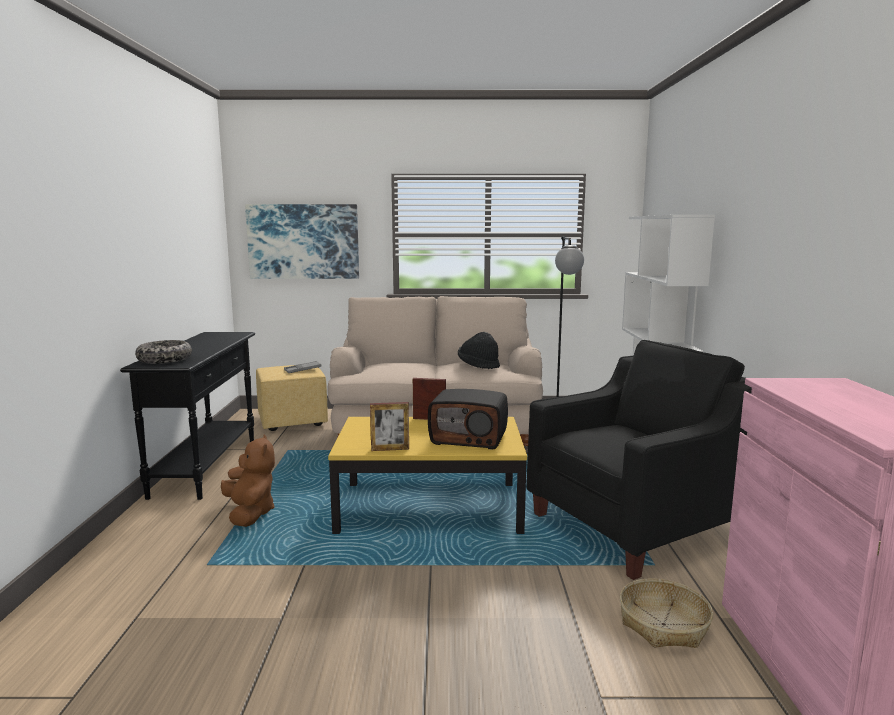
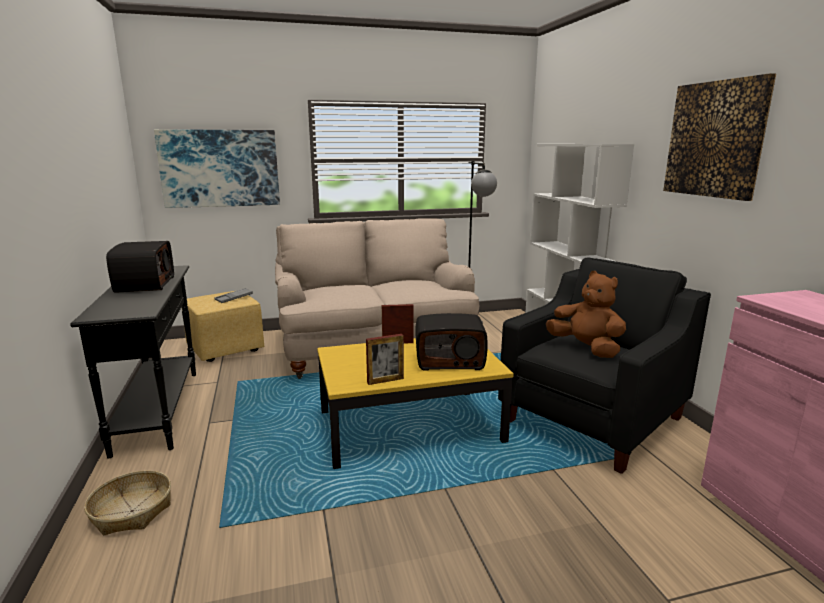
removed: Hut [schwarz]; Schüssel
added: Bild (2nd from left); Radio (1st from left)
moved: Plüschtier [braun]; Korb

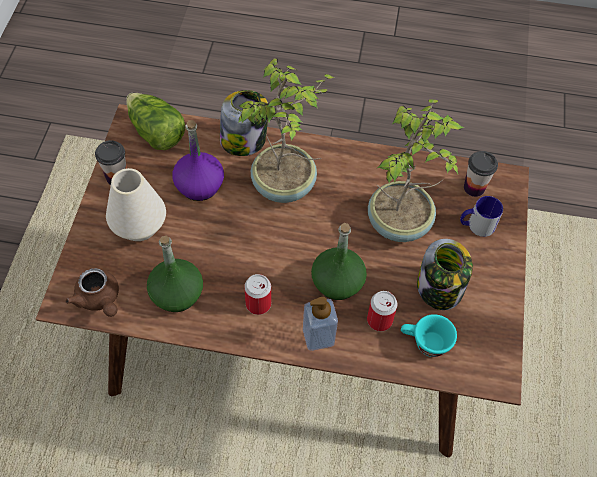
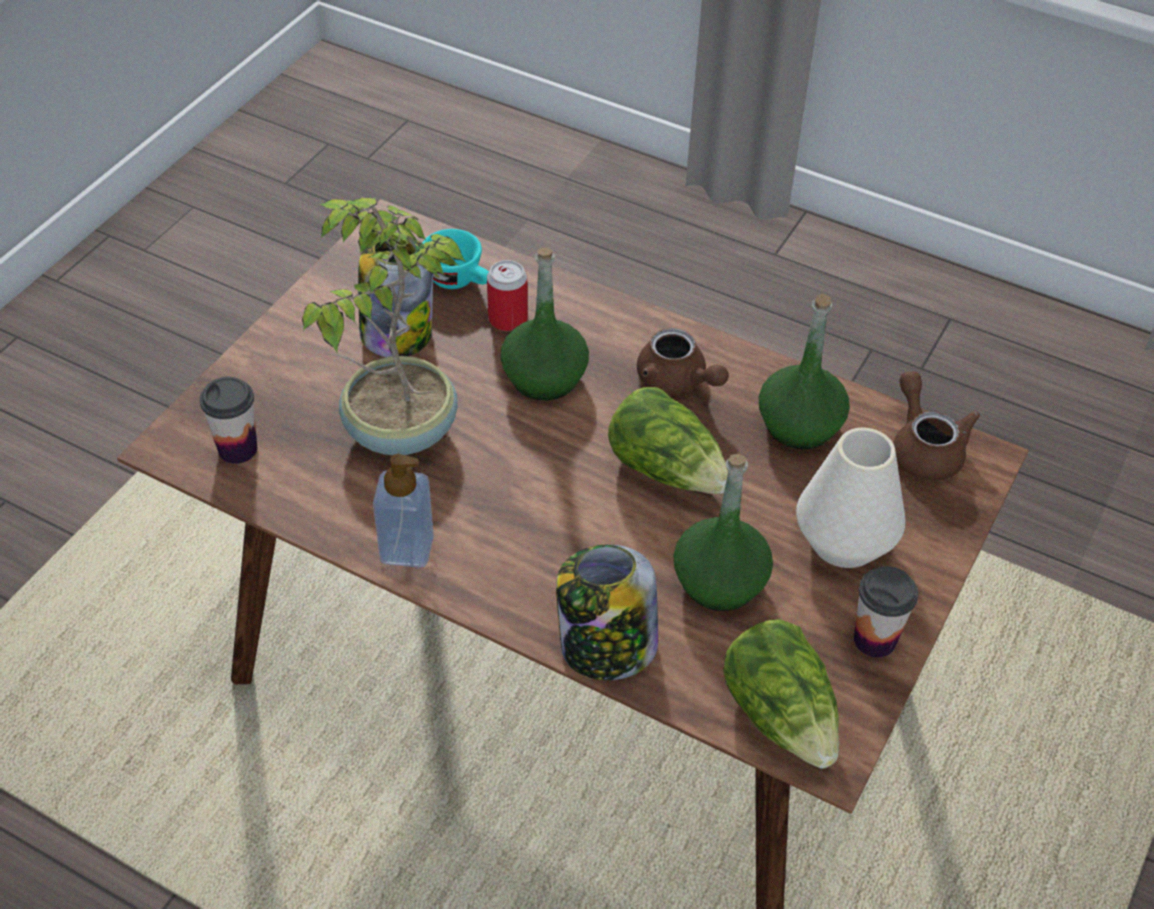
removed: Topfpflanze (1st from left); Henkelbecher
added: Salatkopf (1st from left)
moved: Seifenspender
replaced: Dose (1st from left) to Teekanne [braun] (1st from left)
recoloured: Flasche [lila] to Flasche [grün] (2nd from left)

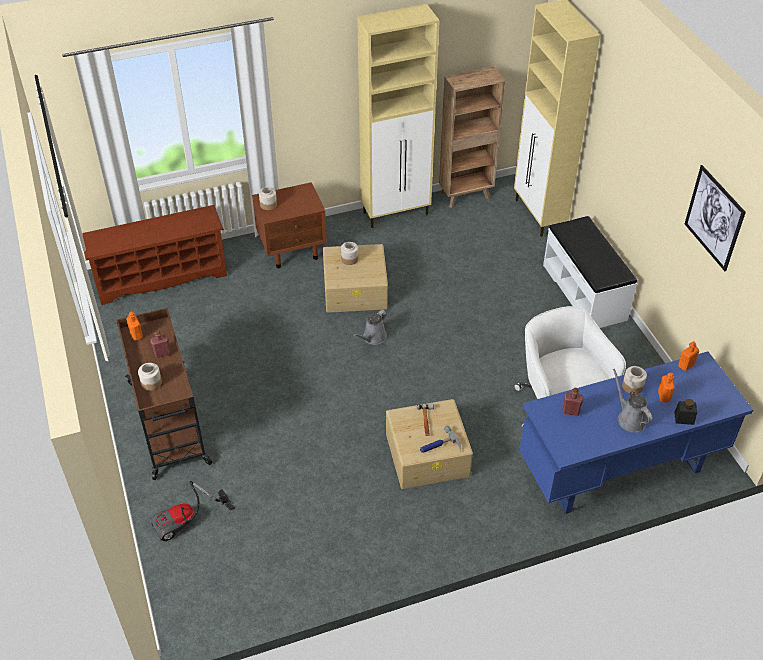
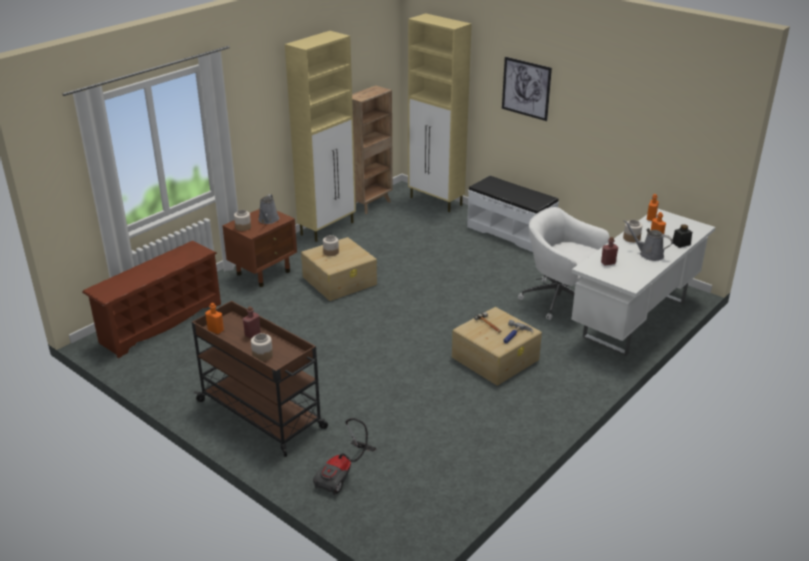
moved: Bild; Gießkanne [grau] (1st from left)
recoloured: Schreibtisch [blau] to Schreibtisch [weiß]

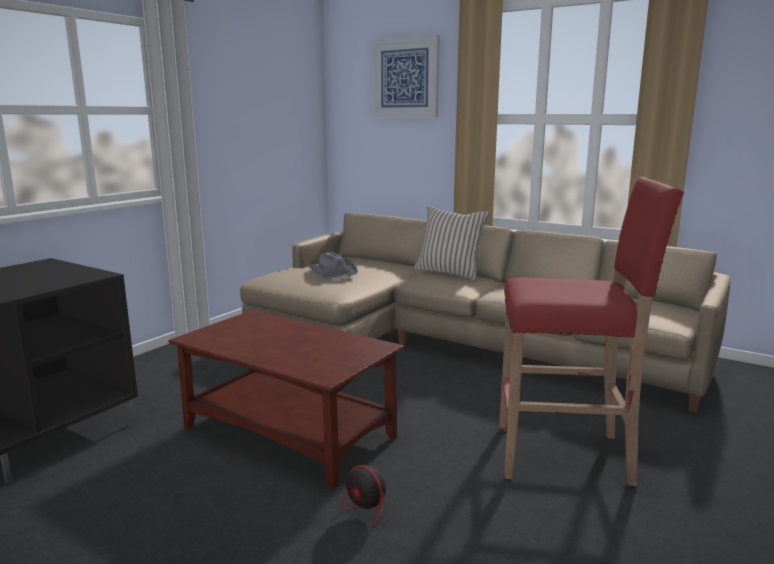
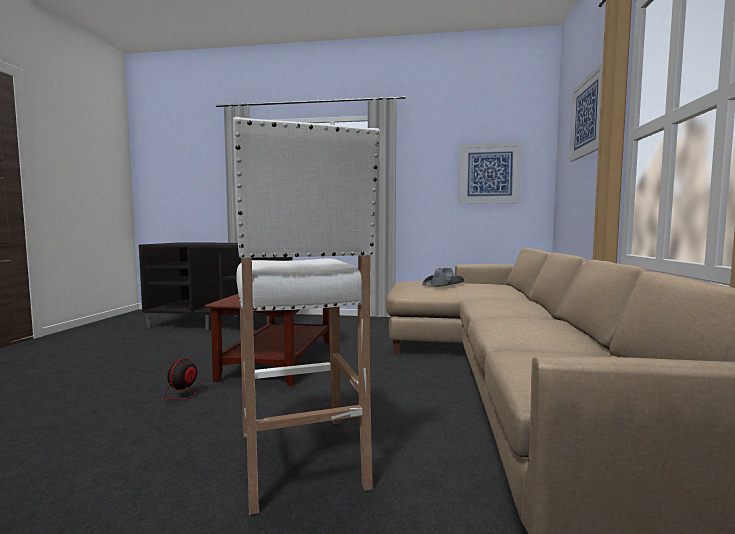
removed: Kissen [beige]
added: Bild (1st from left)
recoloured: Hocker [rot] to Hocker [weiß]

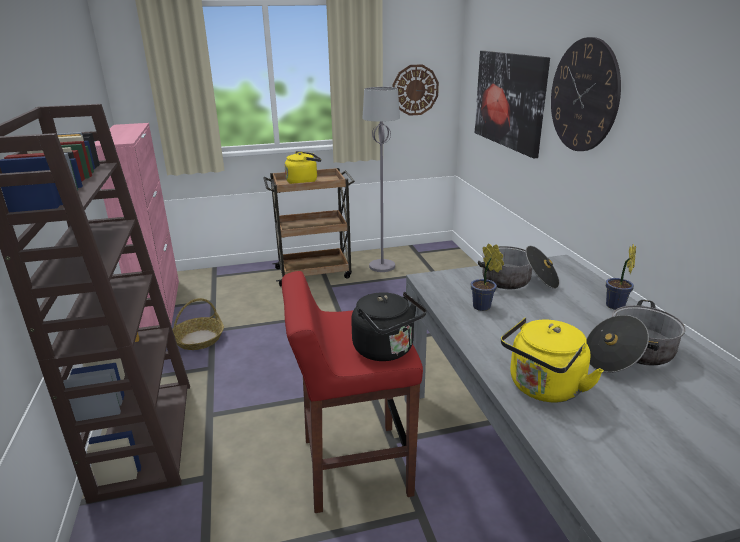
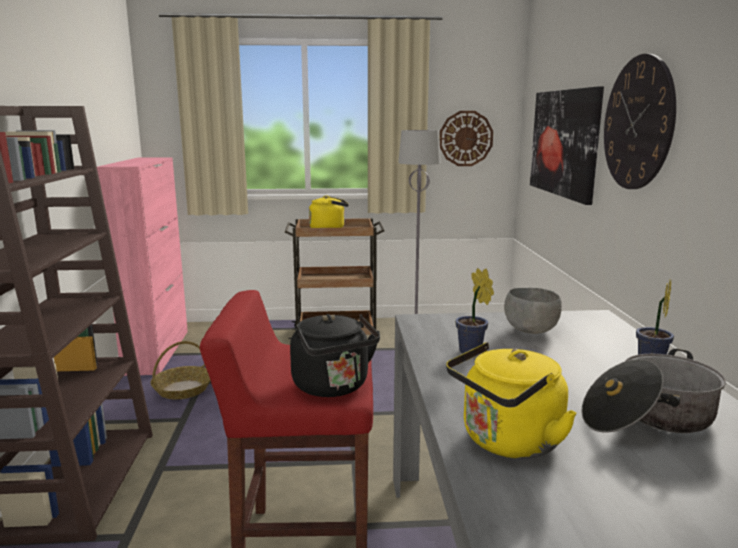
replaced: Kochtopf (1st from left) to Schüssel [grau]

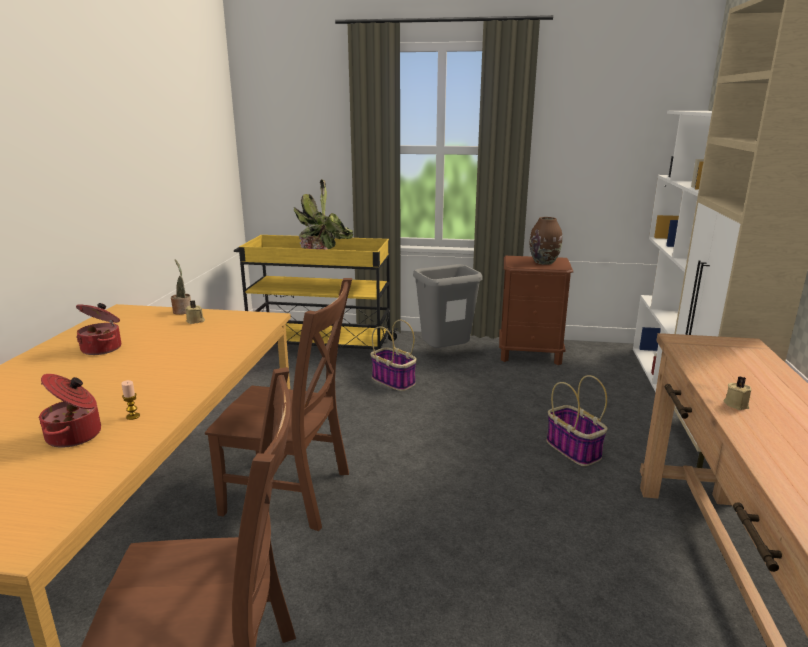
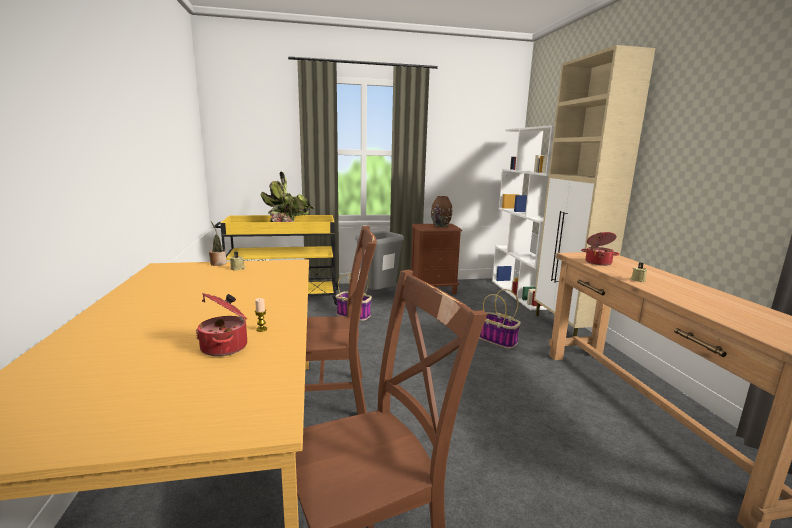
moved: Kochtopf (2nd from left)

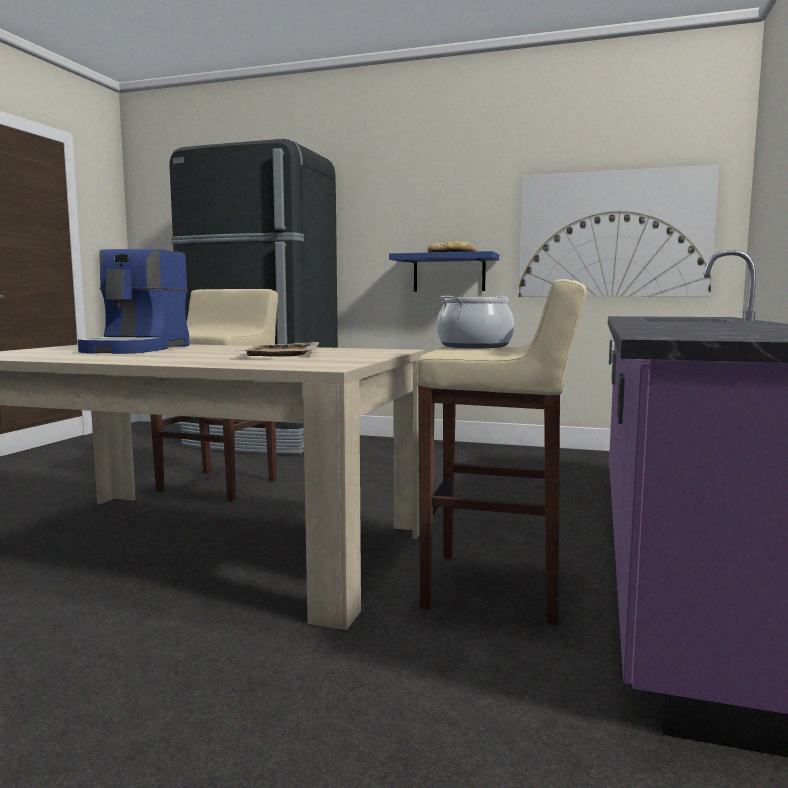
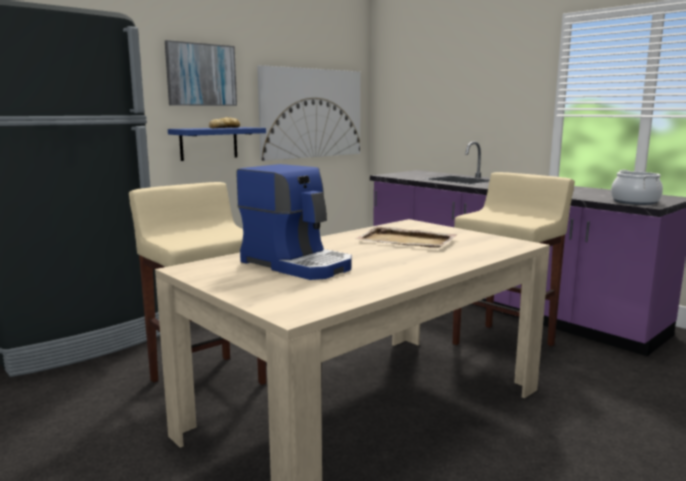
added: Bild (1st from left)
moved: Kochtopf

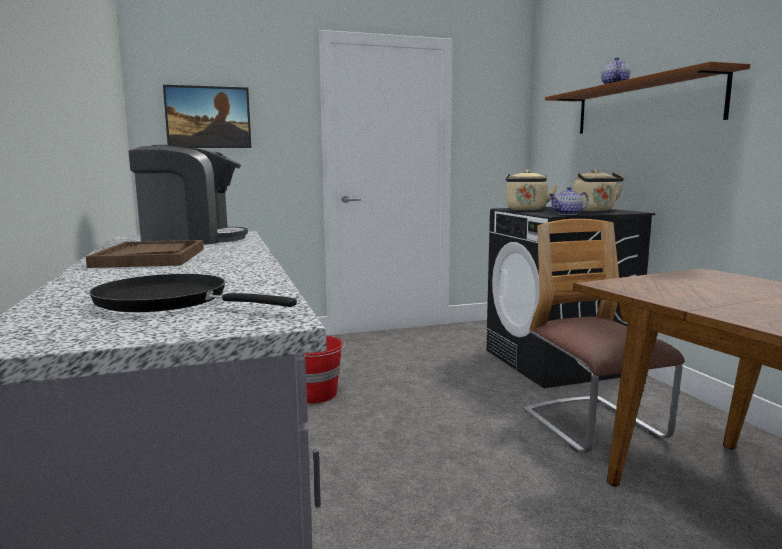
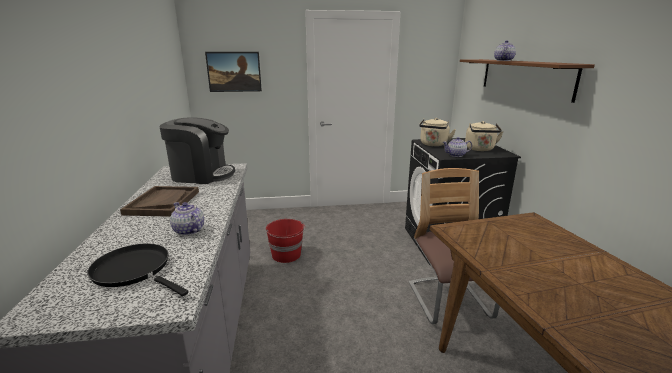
added: Teekanne (1st from left)

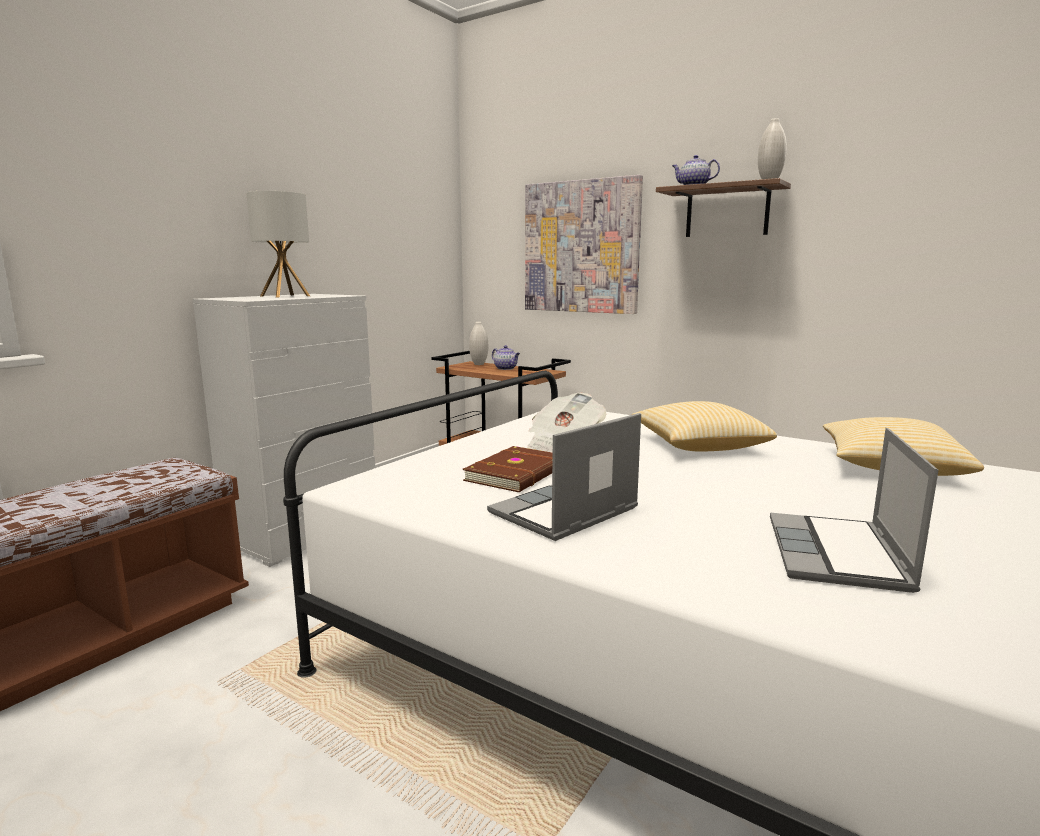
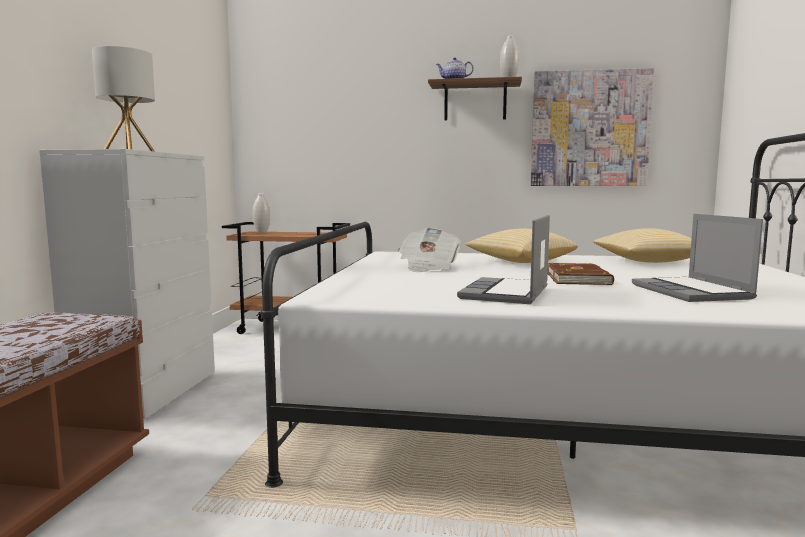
removed: Teekanne (1st from left)
moved: Bild; Buch [braun]

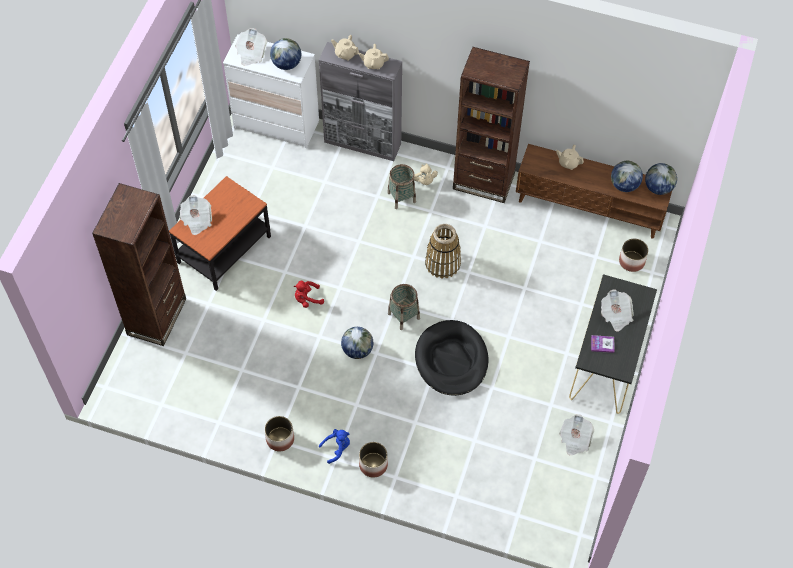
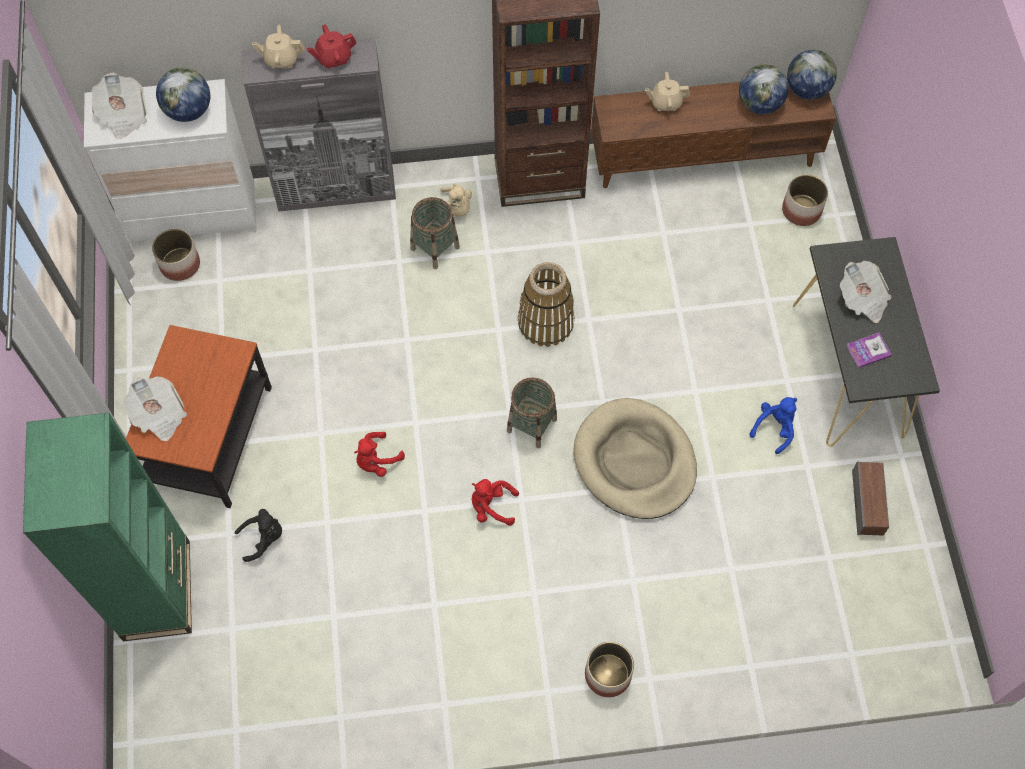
added: Plüschtier [schwarz]
moved: Pflanzkübel (1st from left); Plüschtier [blau]
replaced: Globus (2nd from left) to Plüschtier [rot] (2nd from left); Zeitung (3rd from left) to Lautsprecher
recoloured: Teekanne [beige] (2nd from left) to Teekanne [rot]; Bücherregal [braun] (1st from left) to Bücherregal [grün]; Hundebett [schwarz] to Hundebett [beige]

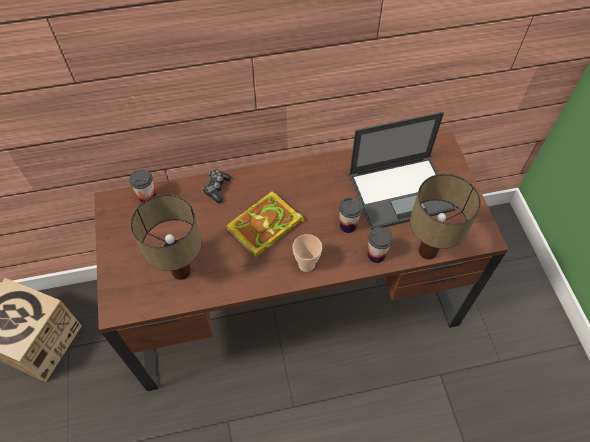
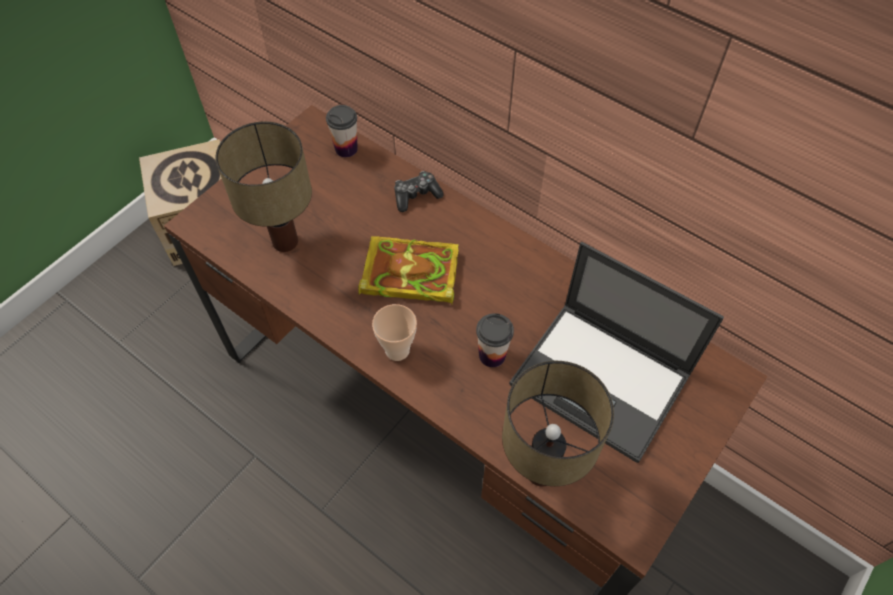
removed: Tasse (4th from left)

